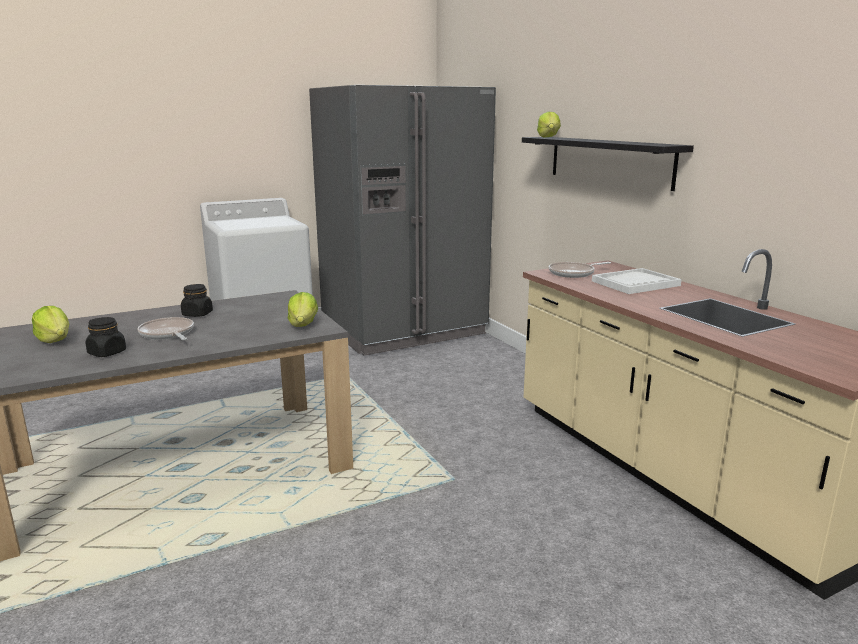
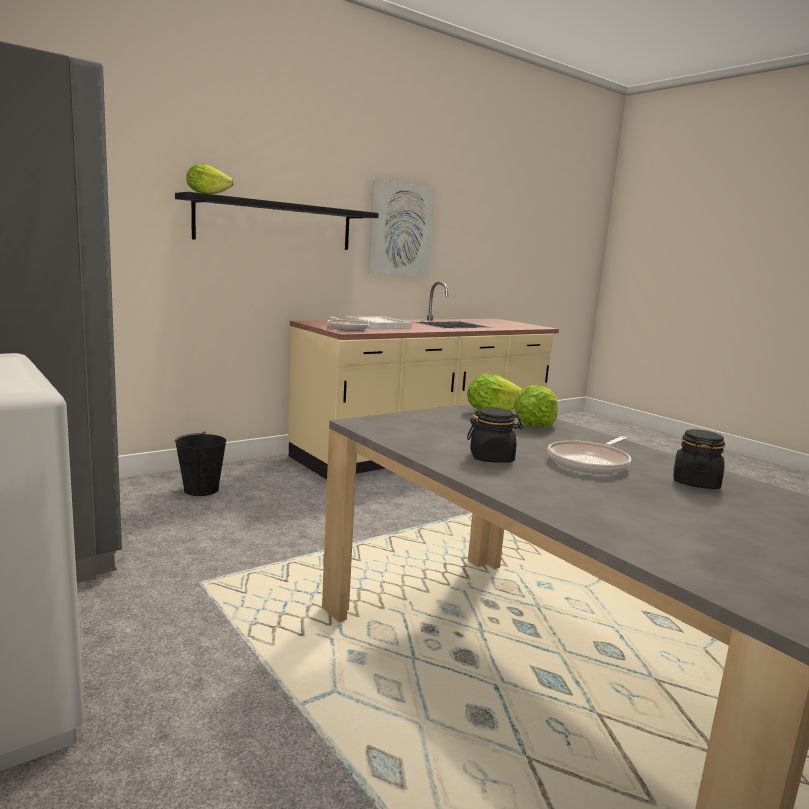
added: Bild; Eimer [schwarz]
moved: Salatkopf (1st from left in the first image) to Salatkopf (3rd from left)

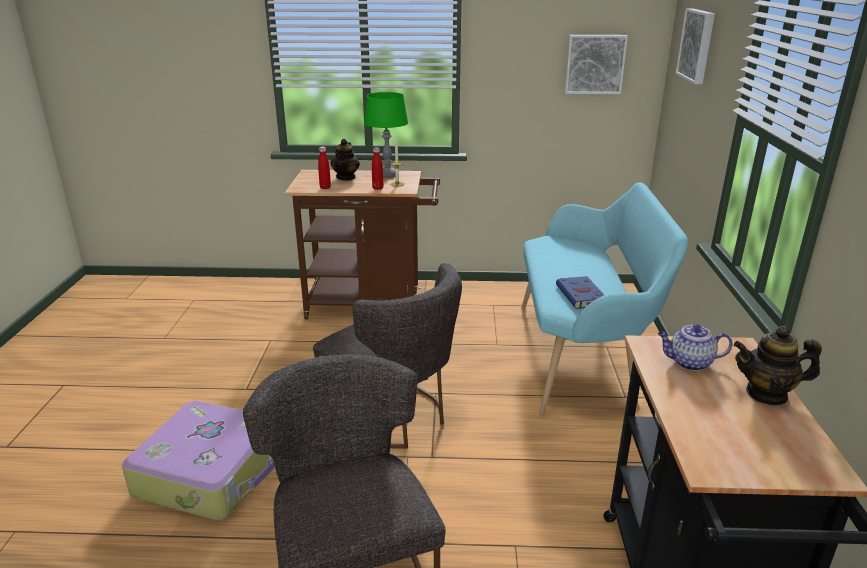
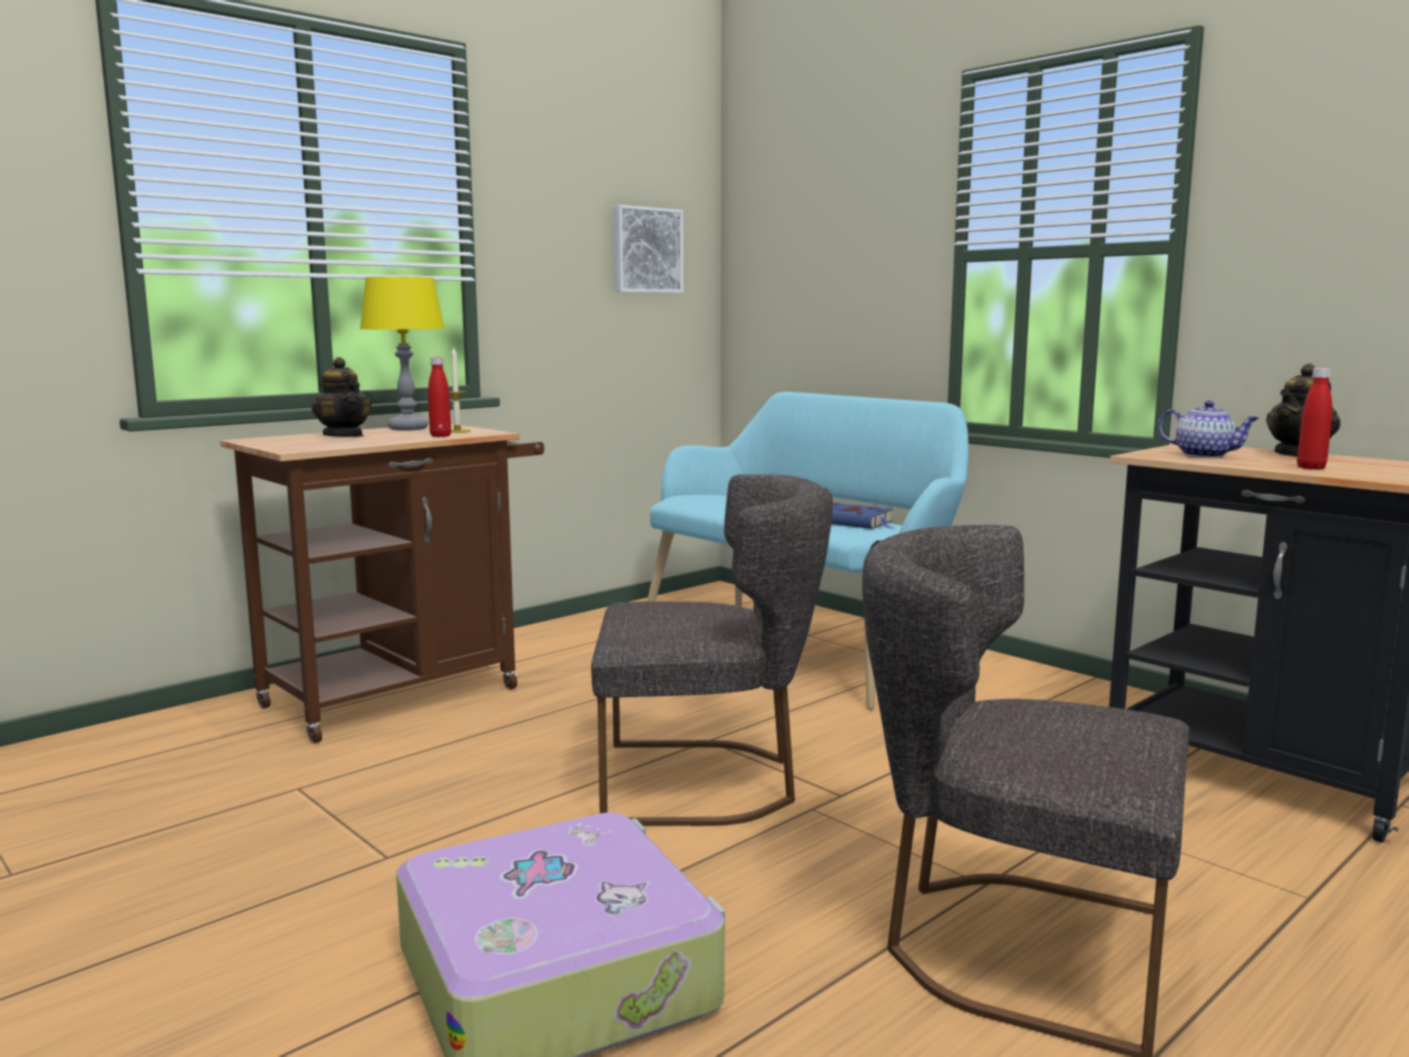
removed: Bild (2nd from left)
moved: Flasche [rot] (1st from left in the first image) to Flasche [rot] (2nd from left)
recoloured: Tischlampe [grün] to Tischlampe [gelb]
turned: Teekanne (2nd from left) 105 degrees counterclockwise

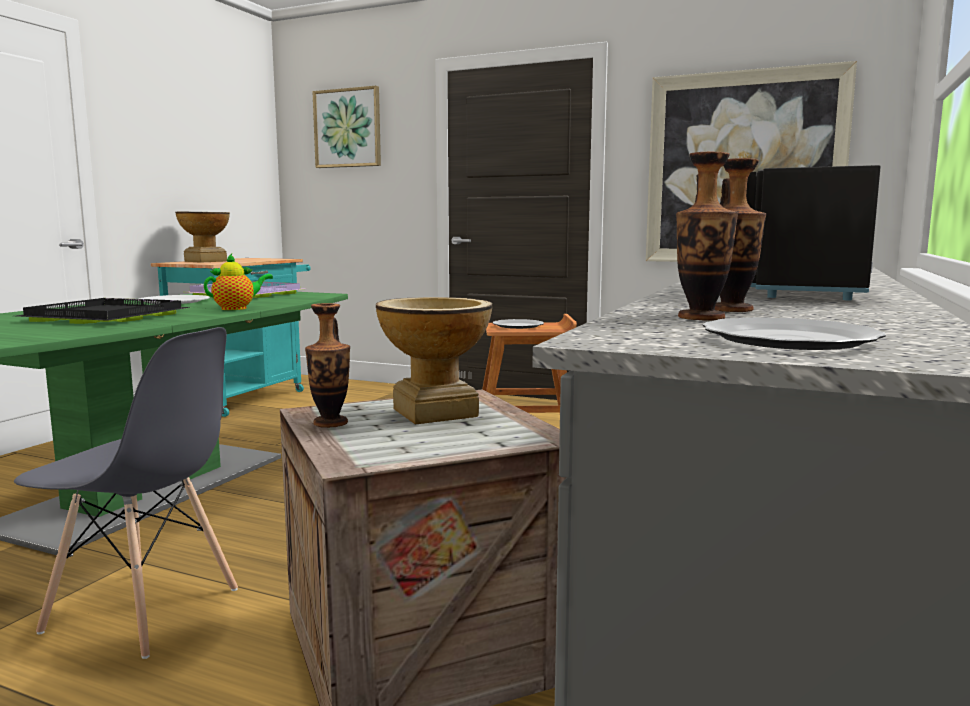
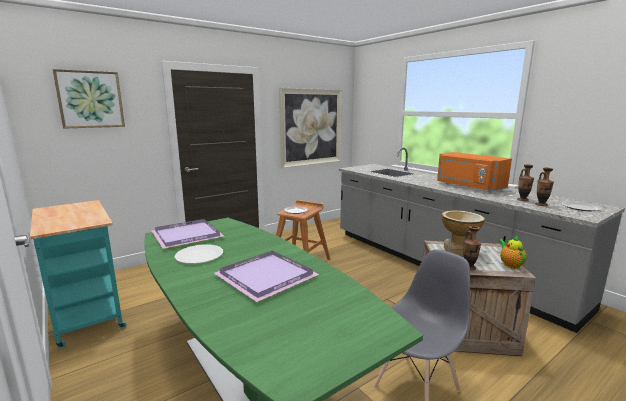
removed: Vase (1st from left)
moved: Teekanne
recoloured: Mikrowelle [schwarz] to Mikrowelle [orange]; Tablett [schwarz] to Tablett [lila] (2nd from left)

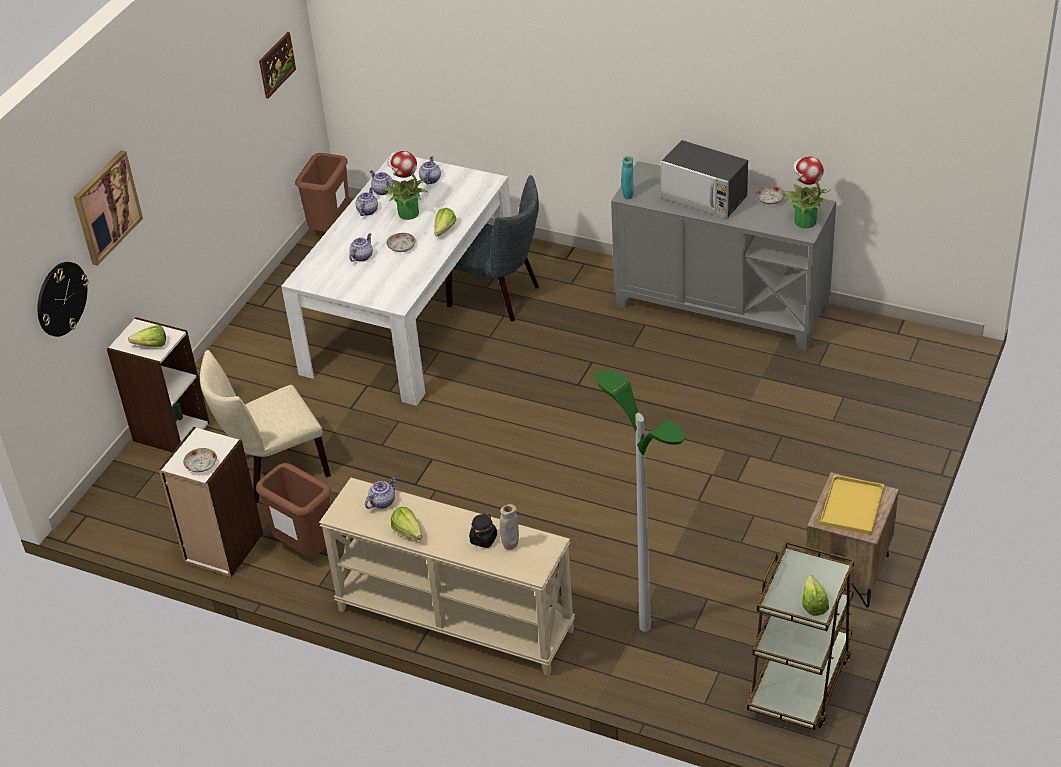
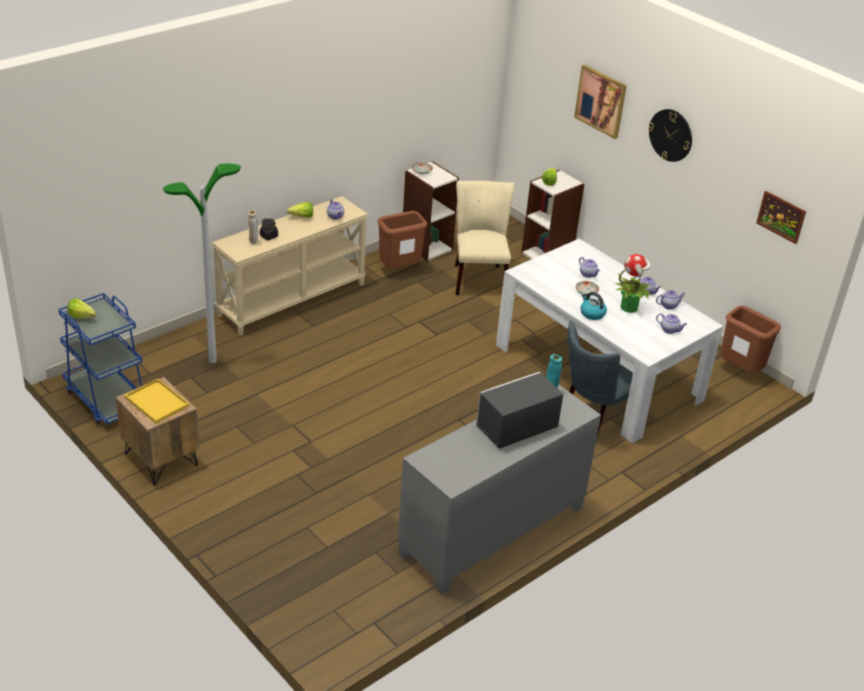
removed: Topfpflanze (2nd from left); Teller (3rd from left)
moved: Wanduhr
replaced: Salatkopf (3rd from left) to Wasserkessel
recoloured: Rollwagen [braun] to Rollwagen [blau]

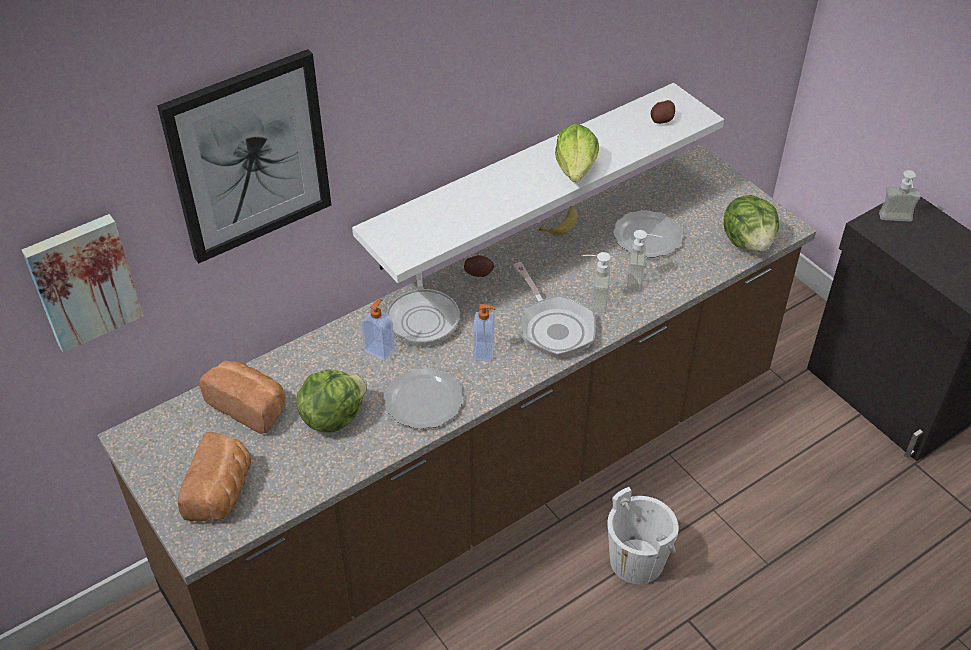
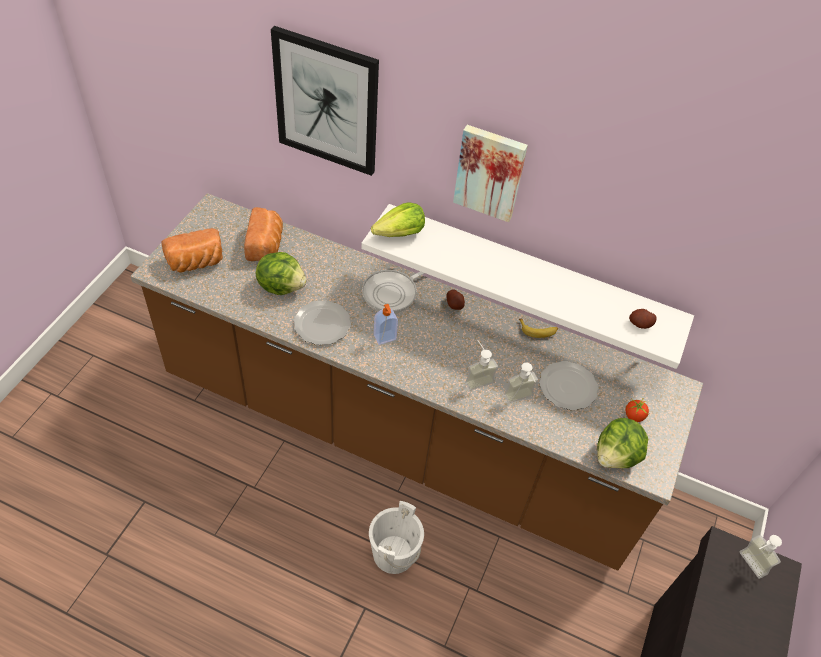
removed: Pfanne (2nd from left); Seifenspender (1st from left)
added: Tomate
moved: Salatkopf (2nd from left); Bild (1st from left in the first image) to Bild (2nd from left)

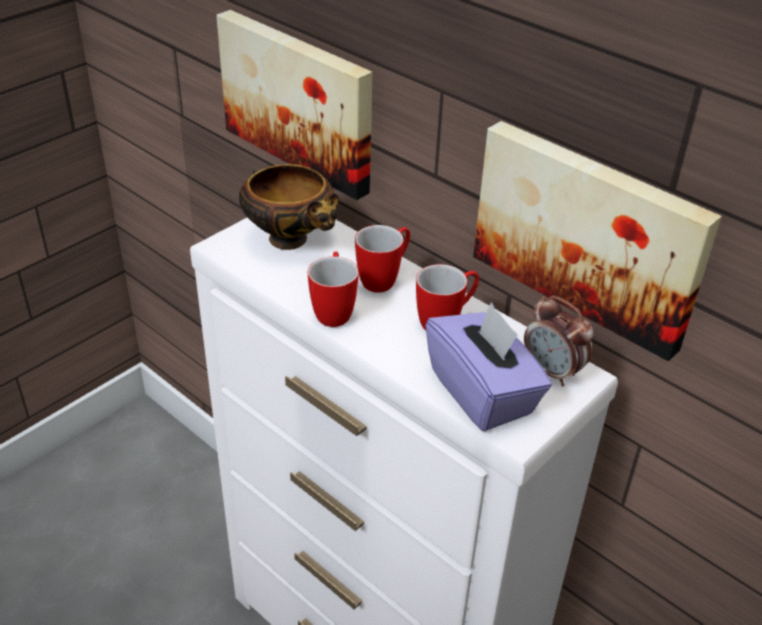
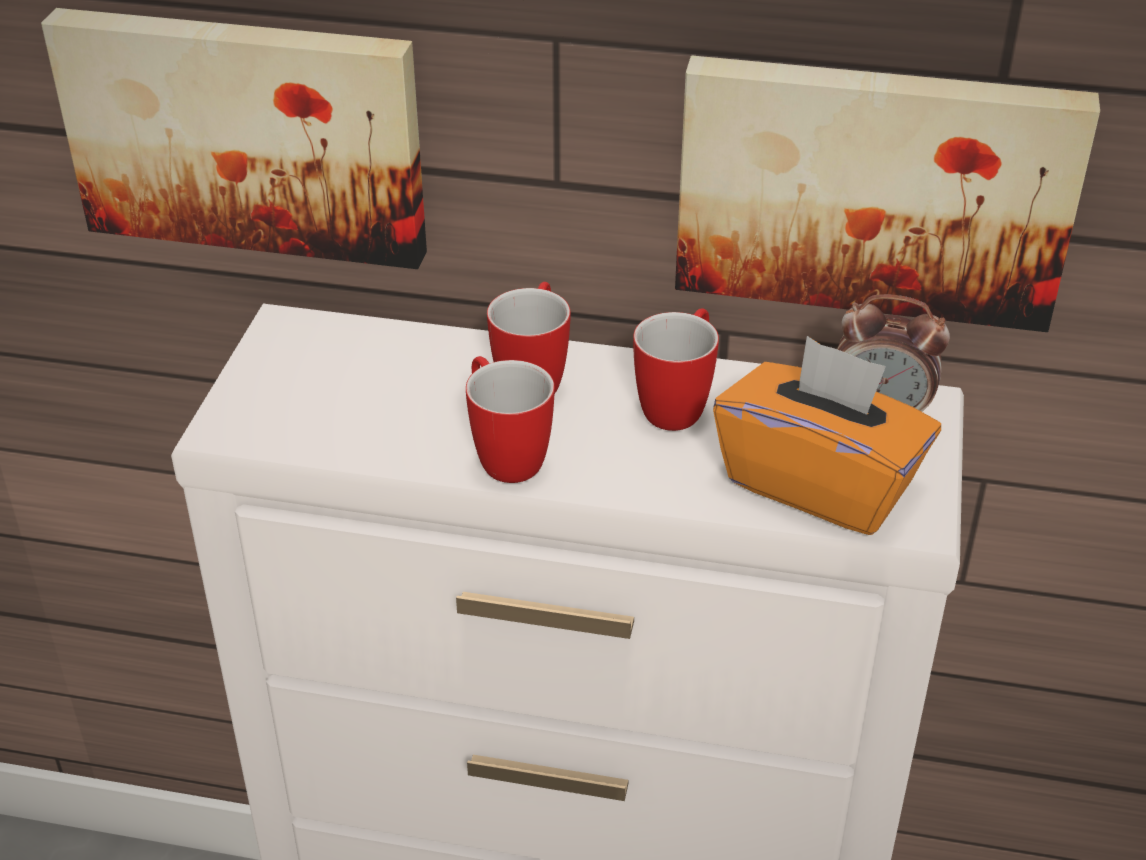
removed: Schüssel
recoloured: Taschentuchbox [lila] to Taschentuchbox [orange]

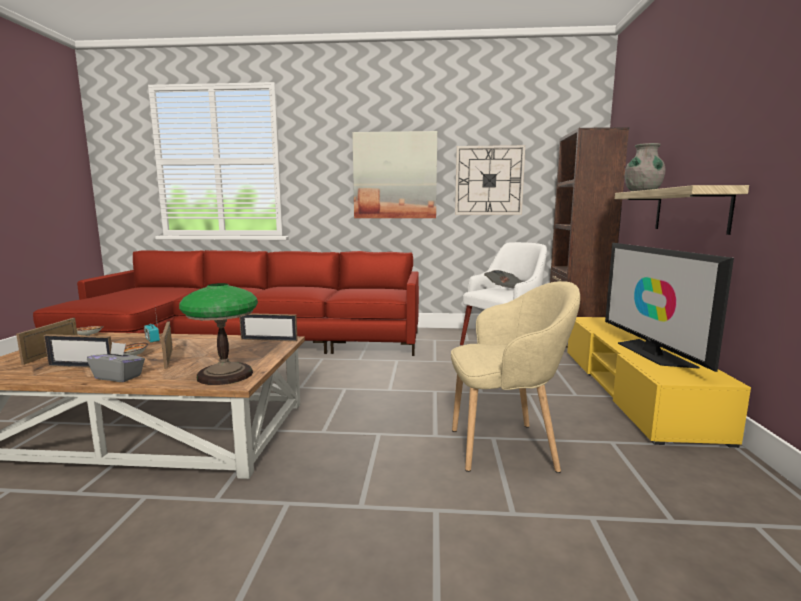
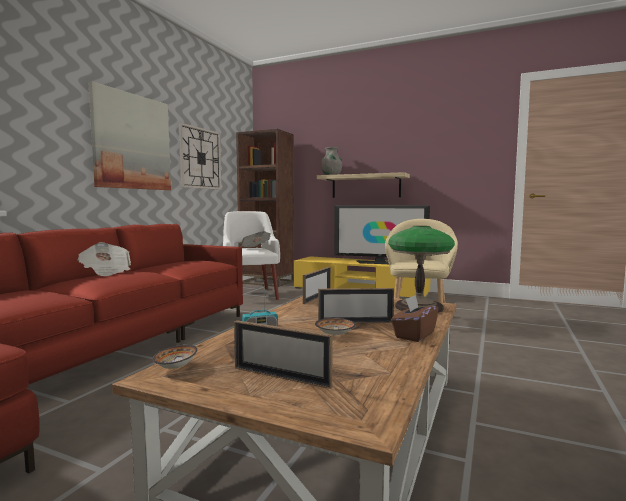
removed: Bilderrahmen (2nd from left)
added: Zeitung (1st from left)
recoloured: Taschentuchbox [grau] to Taschentuchbox [braun]

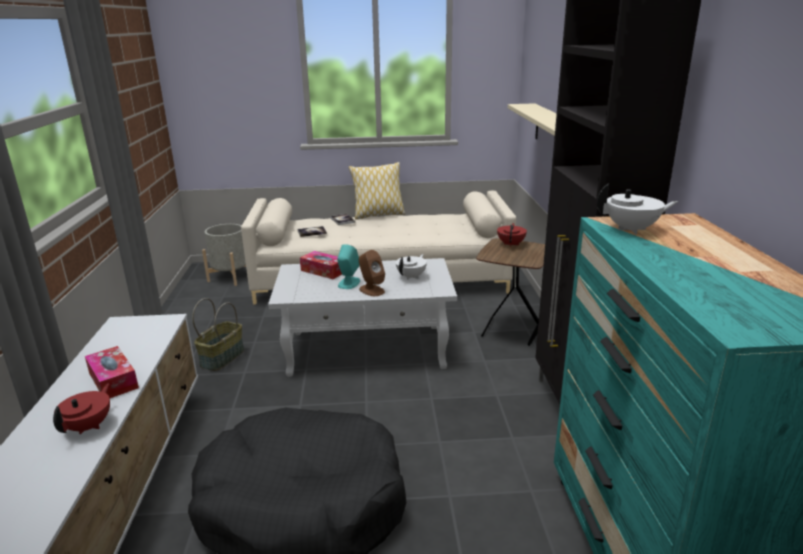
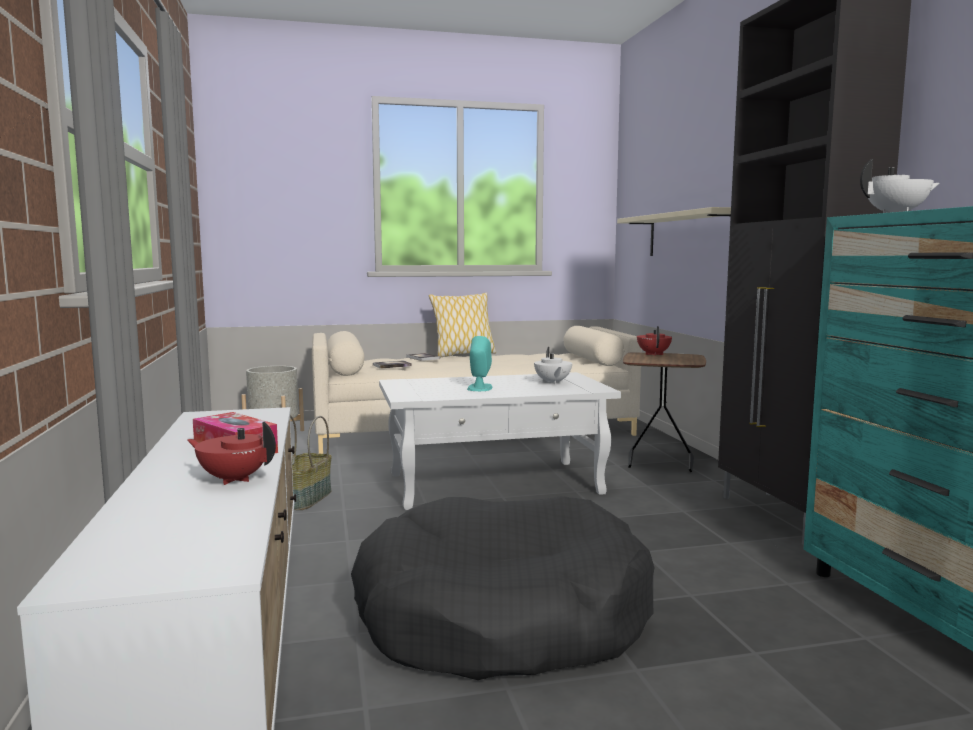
removed: Lautsprecher [braun]; Taschentuchbox (2nd from left)
turned: Teekanne [weiß] (1st from left) 150 degrees clockwise; Teekanne [rot] (1st from left) 75 degrees counterclockwise

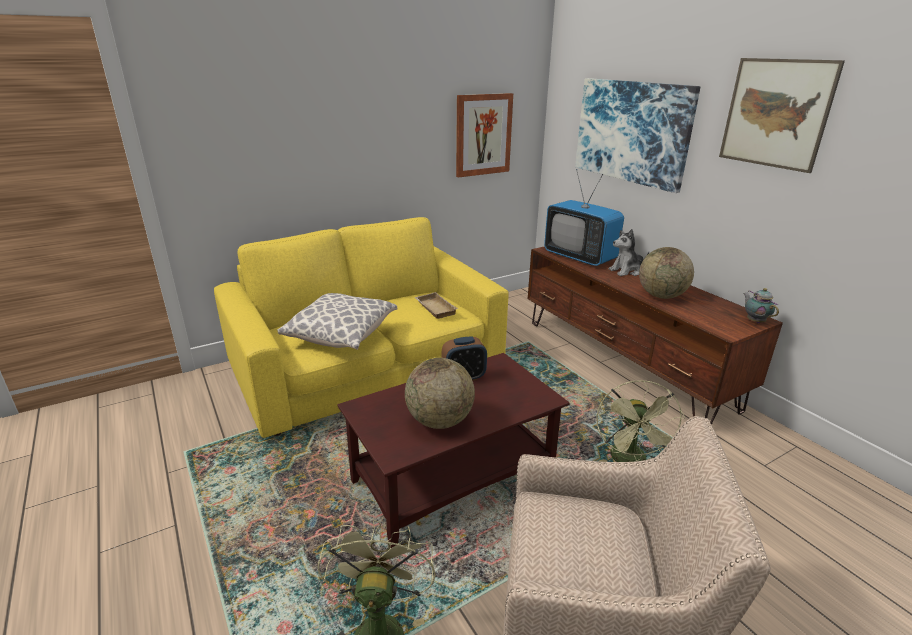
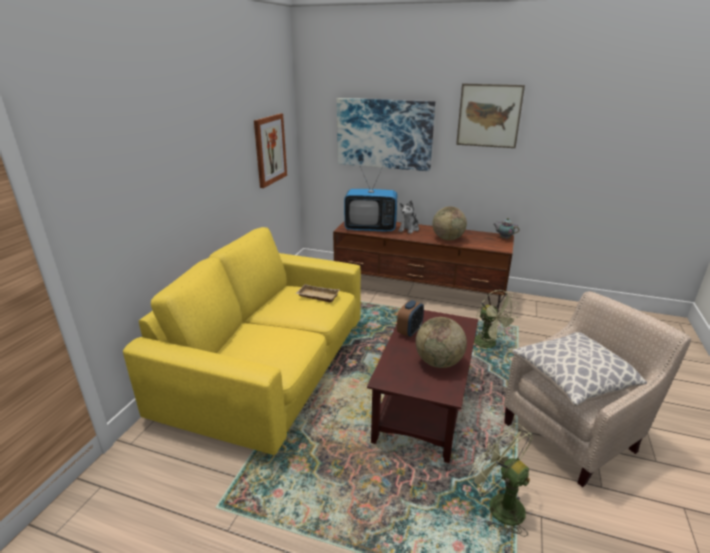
moved: Kissen

